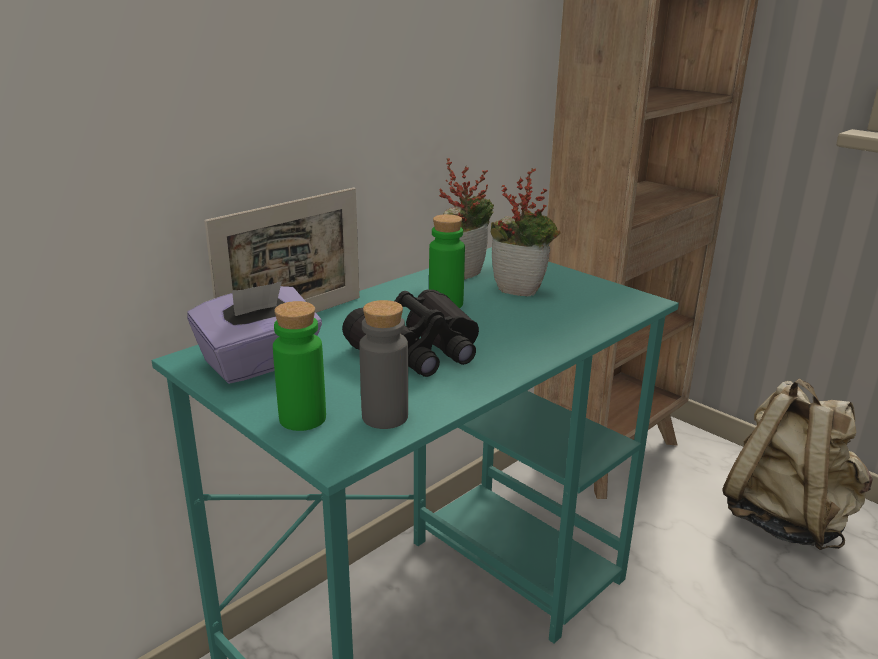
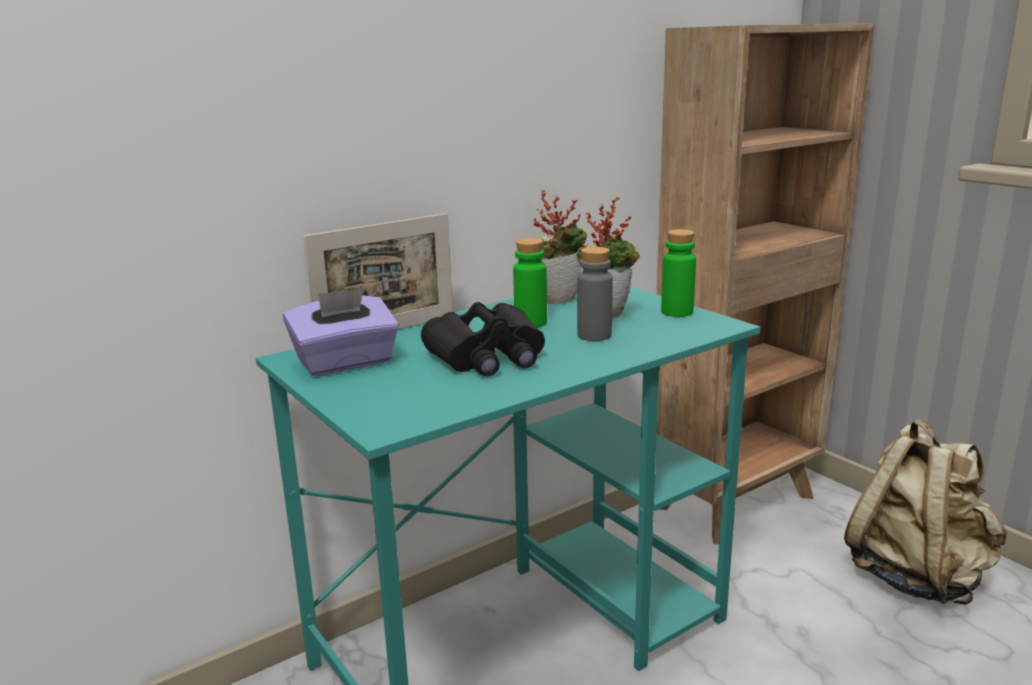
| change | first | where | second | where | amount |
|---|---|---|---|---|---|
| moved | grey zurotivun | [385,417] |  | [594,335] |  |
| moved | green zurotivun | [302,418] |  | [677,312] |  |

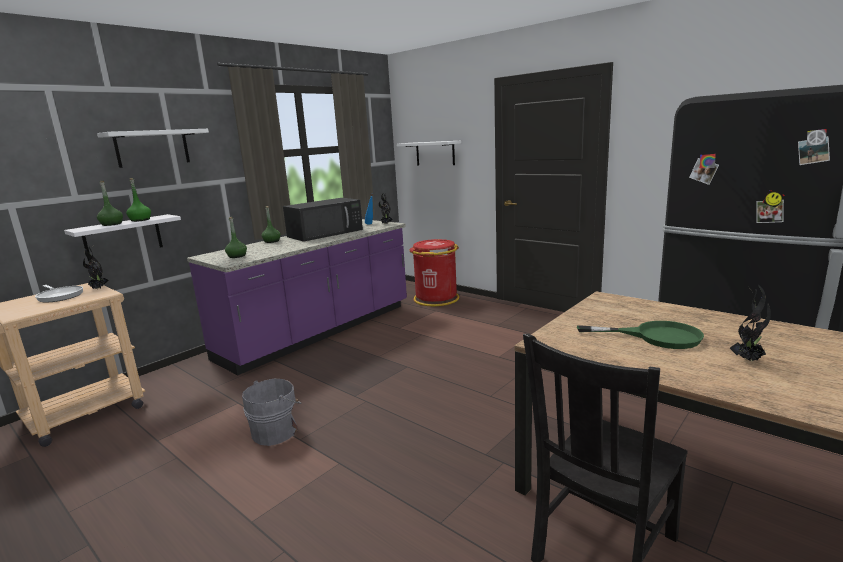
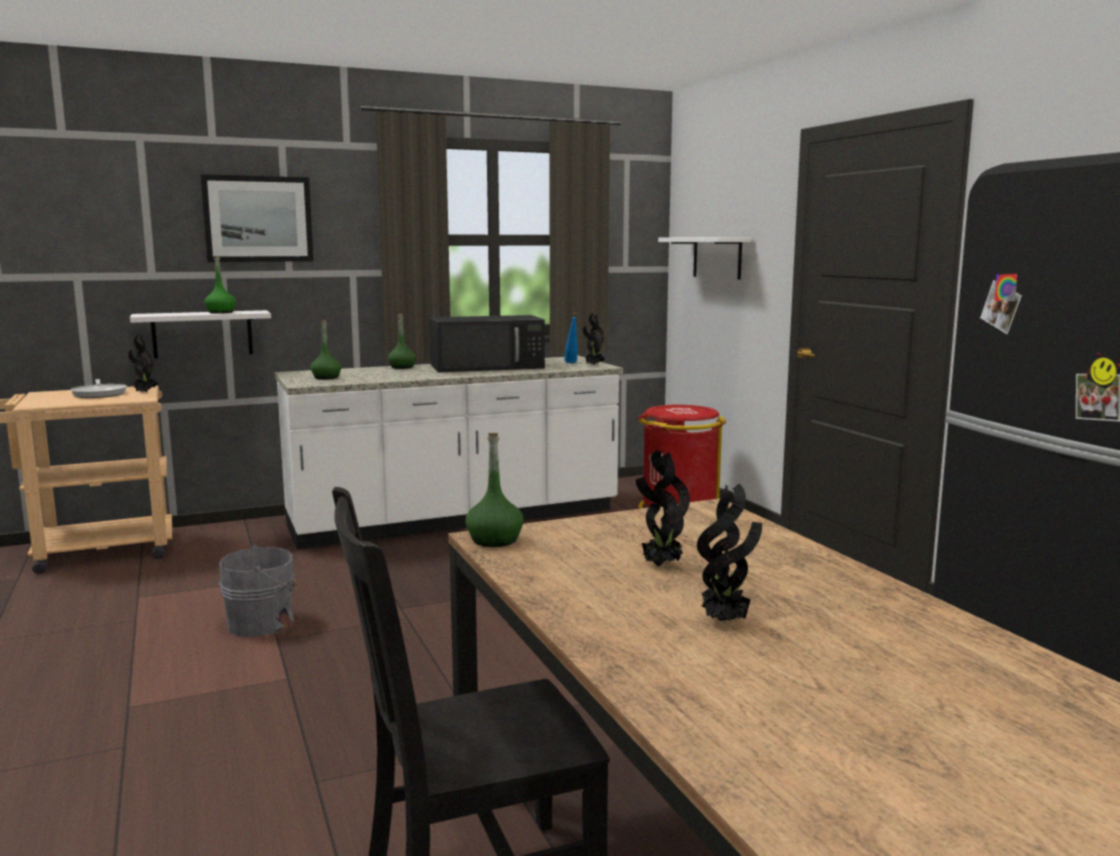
| change | first | where | second | where | amount |
|---|---|---|---|---|---|
| replaced | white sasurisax | [152,148] | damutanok | [258,219] |  |
| moved | green zurotivun | [111,224] |  | [494,540] |  |
| recoloured | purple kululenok | [319,331] | white kululenok | [455,519] |  |
| replaced | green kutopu | [655,336] | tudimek | [660,565] |  |

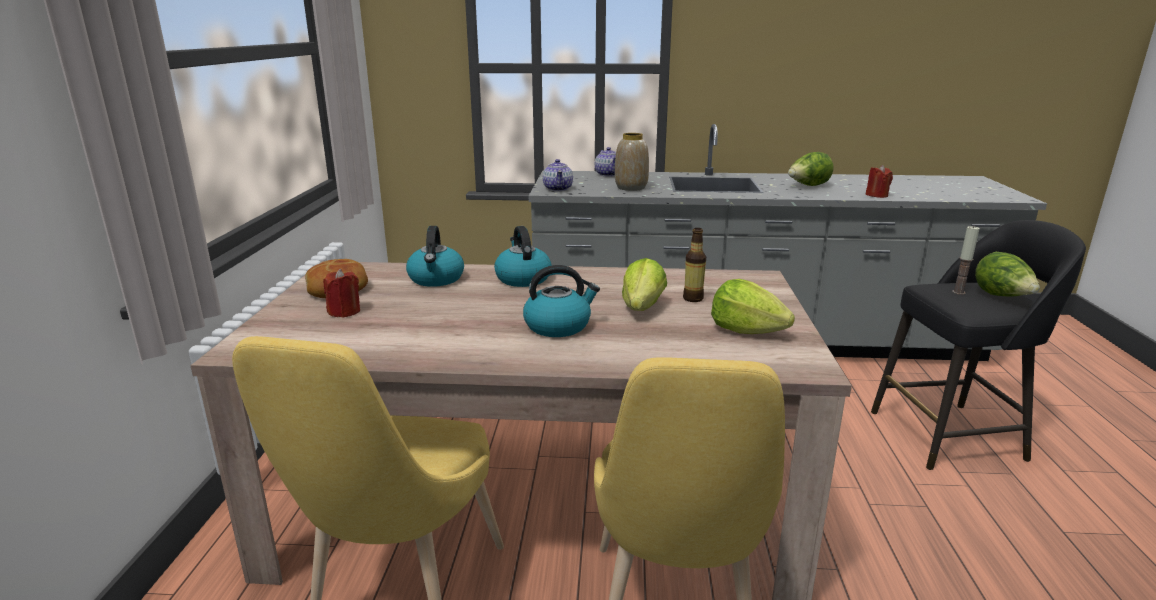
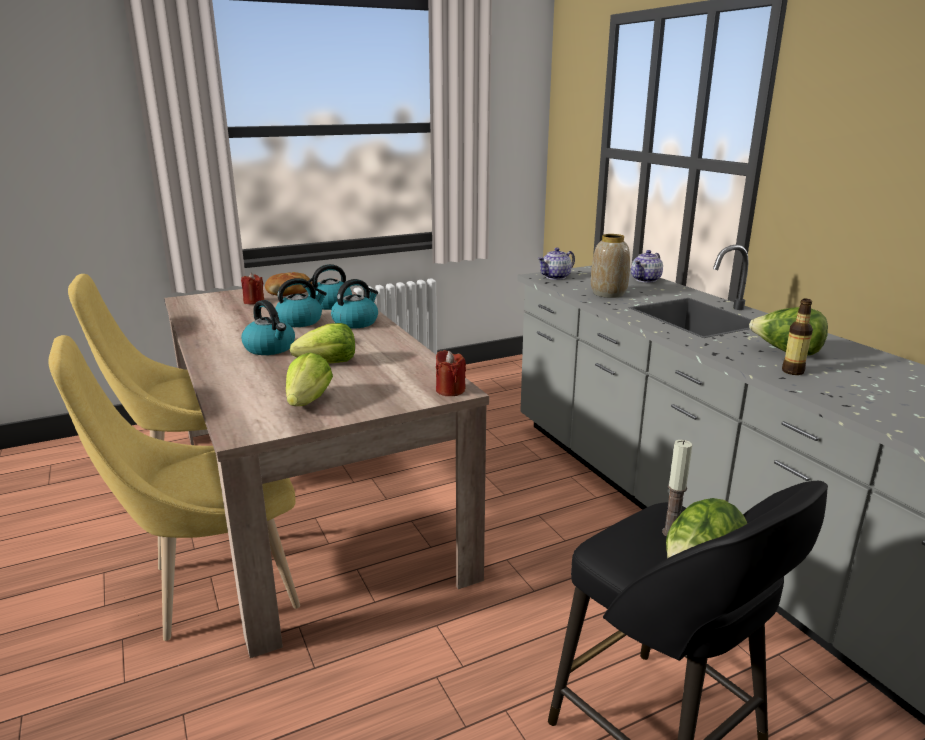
| change | first | where | second | where | amount |
|---|---|---|---|---|---|
| moved | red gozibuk | [876,195] |  | [450,390] |  |
| moved | zurotivun | [693,298] |  | [792,371] |  |
| added |  |  | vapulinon | [300,321] |  |

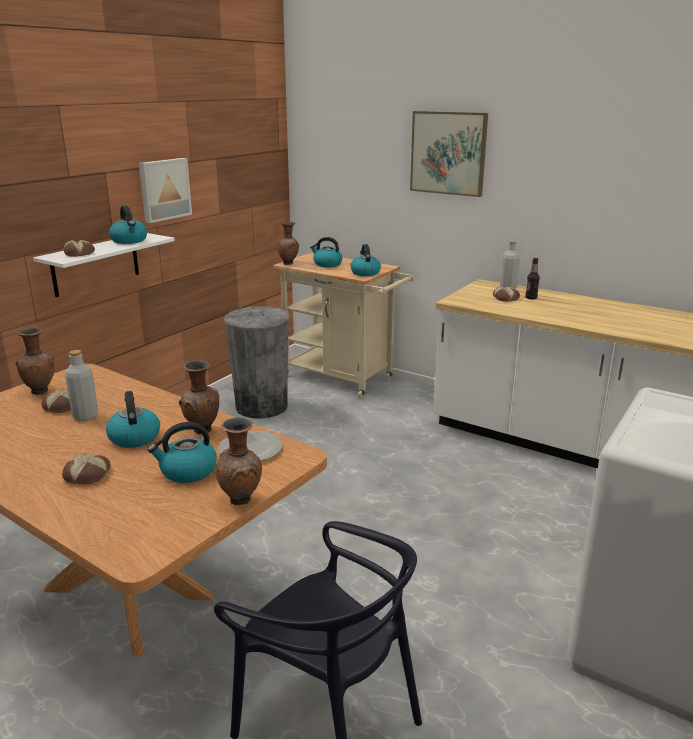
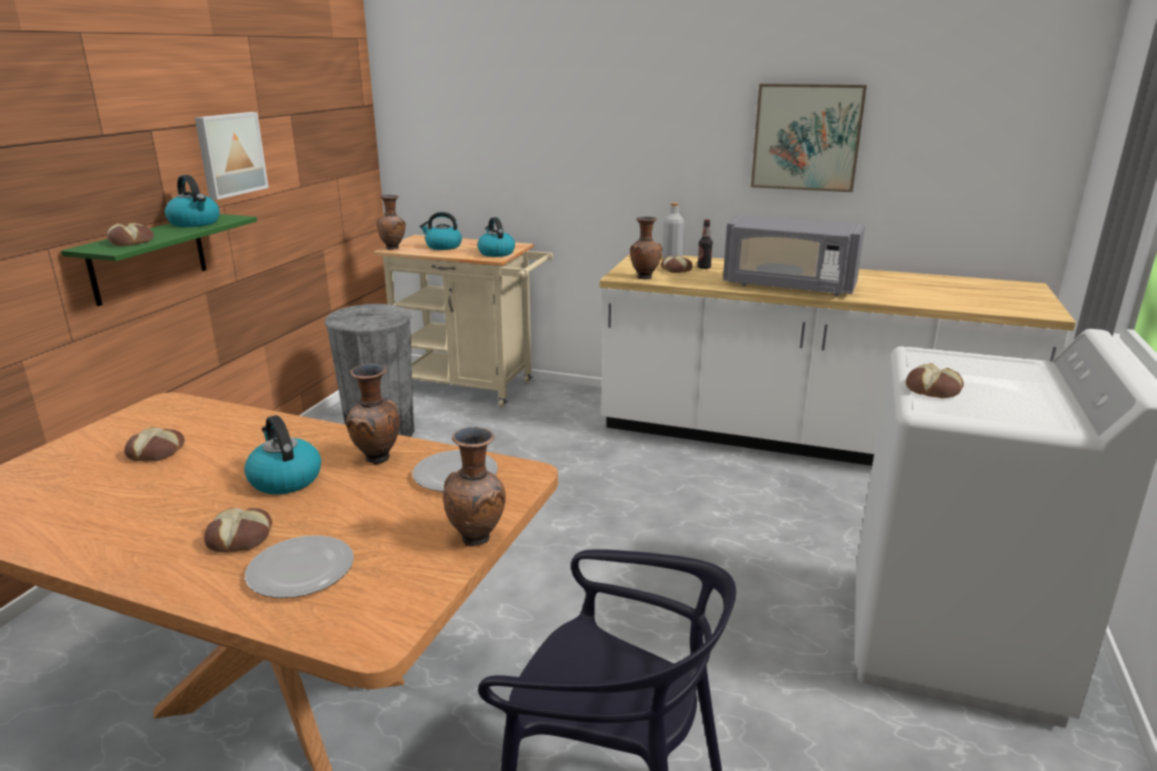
| change | first | where | second | where | amount |
|---|---|---|---|---|---|
| moved | damutanok | [448,153] |  | [806,137] |  |
| recoloured | white sasurisax | [96,264] | green sasurisax | [149,258] |  |
| moved | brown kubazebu | [41,391] |  | [644,277] |  |
| removed | grey zurotivun | [85,416] |  |  |  |
| removed | vapulinon | [187,471] |  |  |  |
| added |  |  | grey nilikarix | [788,287] |  |
| added |  |  | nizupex | [934,389] |  |
| added |  |  | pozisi | [301,569] |  |

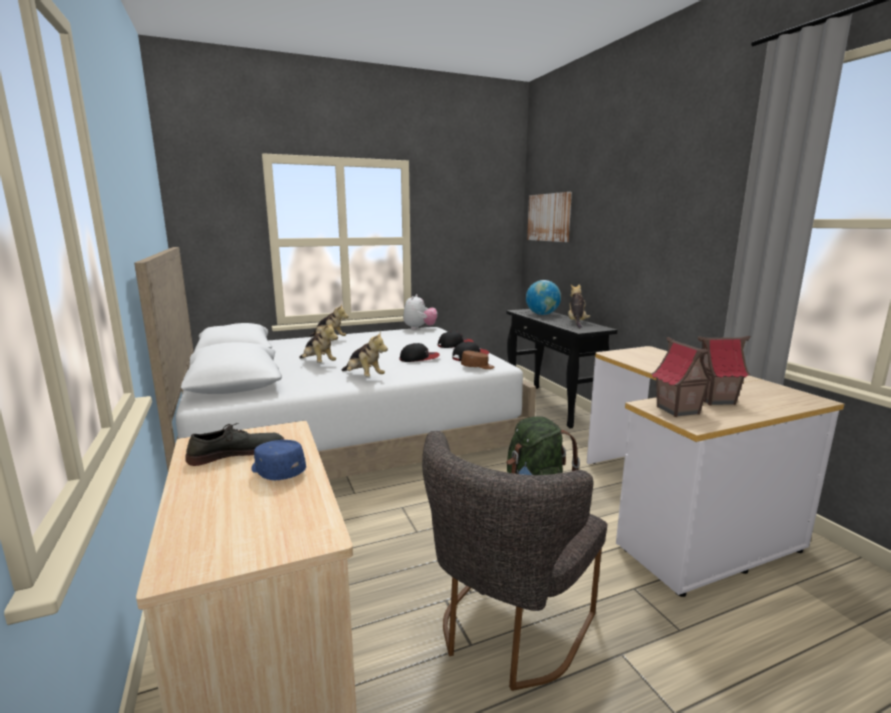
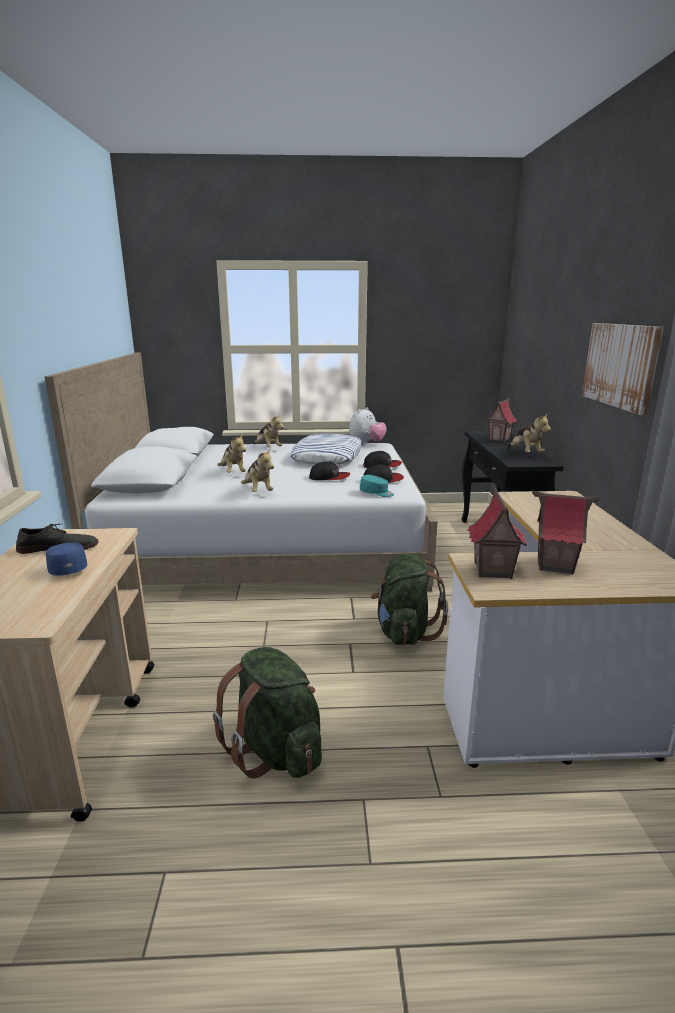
| change | first | where | second | where | amount |
|---|---|---|---|---|---|
| moved | damutanok | [549,217] |  | [620,365] |  |
| replaced | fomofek | [542,314] | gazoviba | [499,439] |  |
| turned | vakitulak | [576,323] |  | [525,453] | 135 degrees clockwise |
| recoloured | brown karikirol | [477,367] | turquoise karikirol | [376,493] |  |
| replaced | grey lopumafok | [507,631] | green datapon | [276,750] |  |
| added |  |  | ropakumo | [327,456] |  |

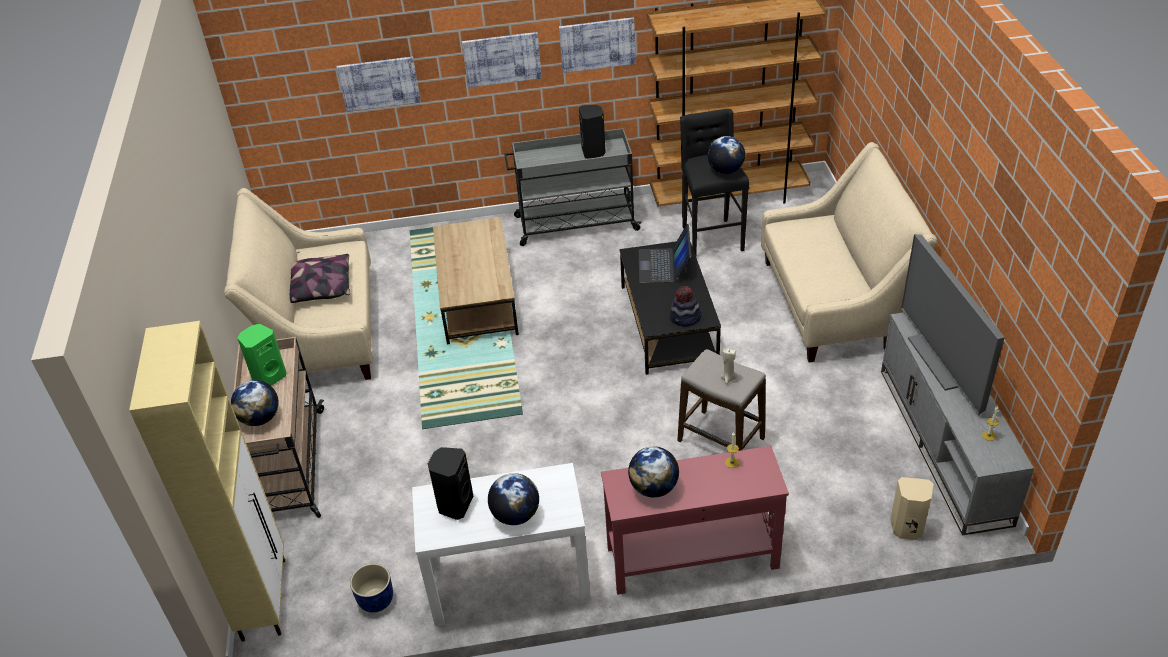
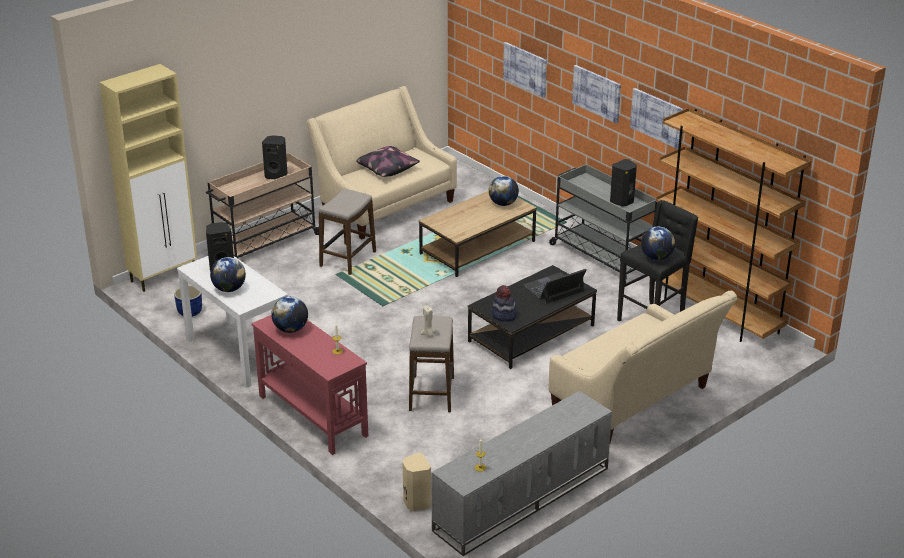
| change | first | where | second | where | amount |
|---|---|---|---|---|---|
| removed | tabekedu | [944,360] |  |  |  |
| recoloured | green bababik | [268,377] | black bababik | [277,176] |  |
| moved | fomofek | [260,418] |  | [503,204] |  |
| added |  |  | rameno | [347,259] |  |

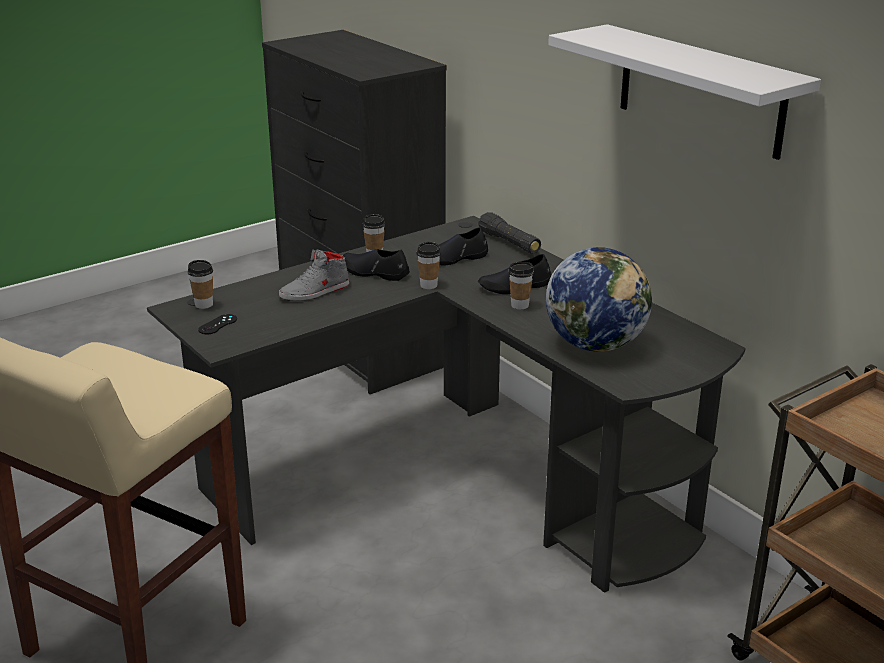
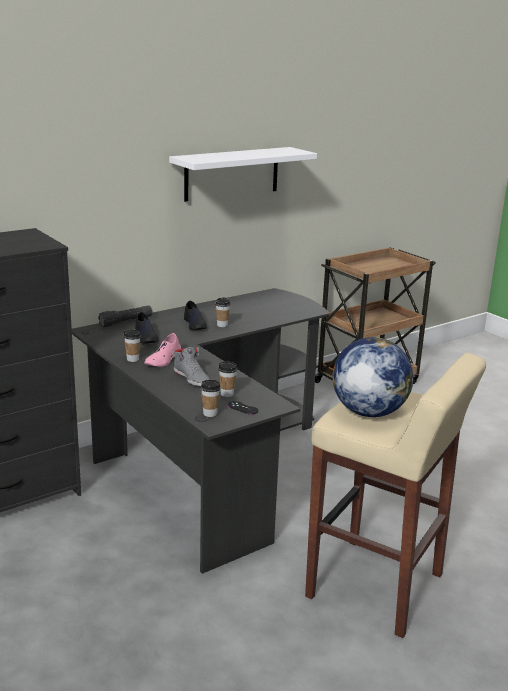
| change | first | where | second | where | amount |
|---|---|---|---|---|---|
| moved | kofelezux | [428,285] |  | [227,394] |  |
| moved | fomofek | [595,345] |  | [368,412] |  |
| recoloured | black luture | [374,272] | pink luture | [163,360] |  |

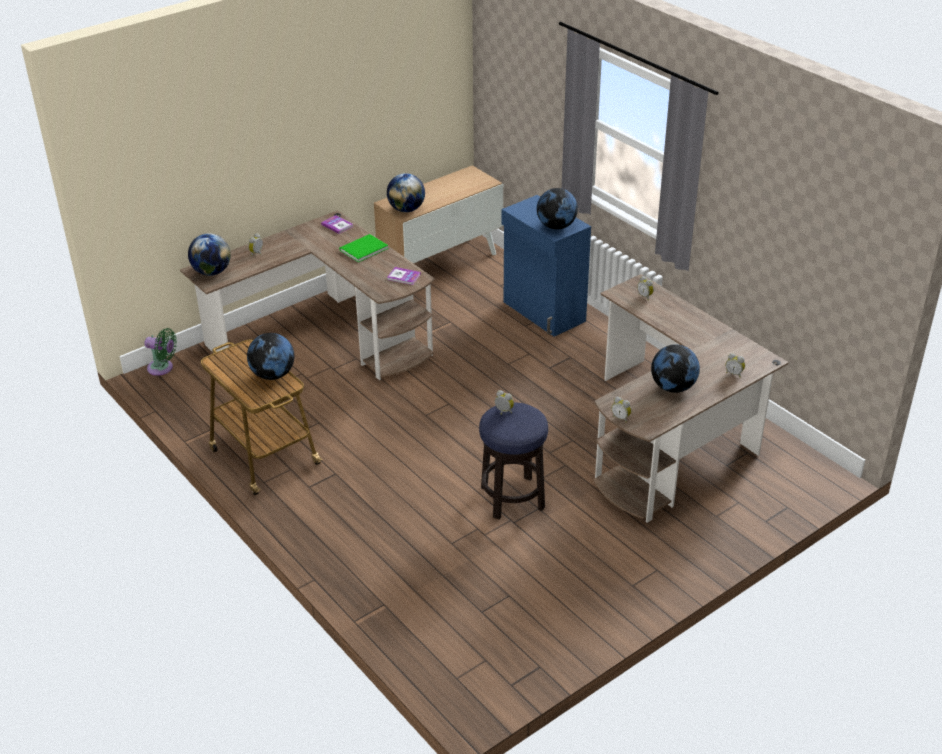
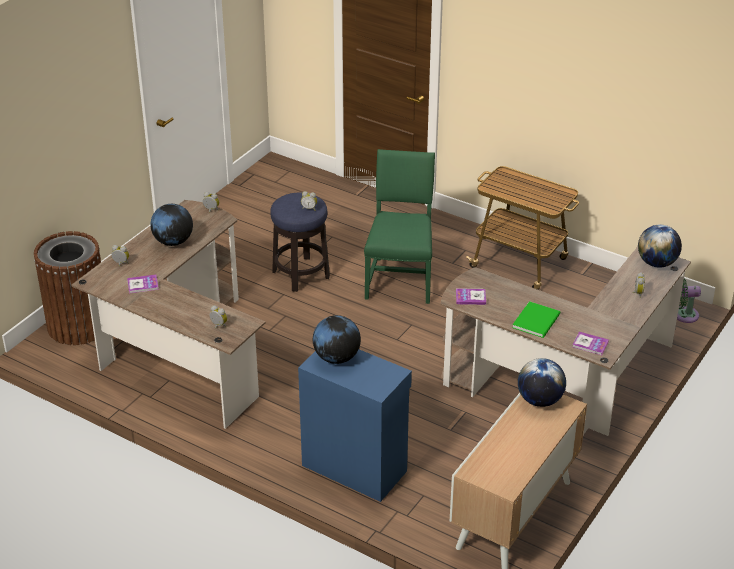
| change | first | where | second | where | amount |
|---|---|---|---|---|---|
| removed | fomofek | [273,375] |  |  |  |
| added |  |  | green lopumafok | [400,278] |  |
| added |  |  | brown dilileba | [78,325] |  |
| added |  |  | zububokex | [143,285] |  |

